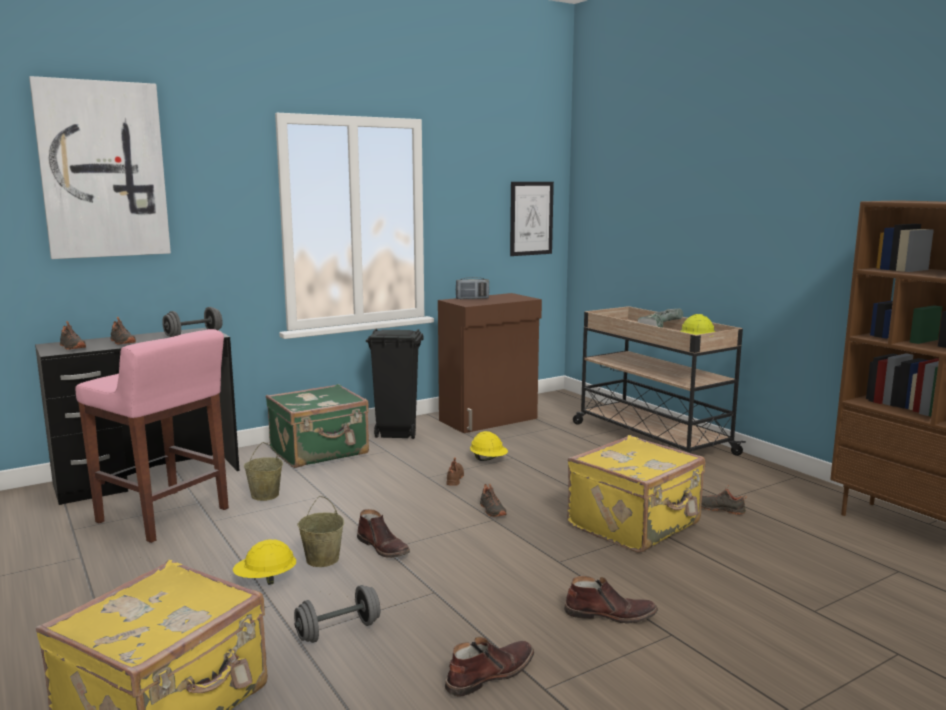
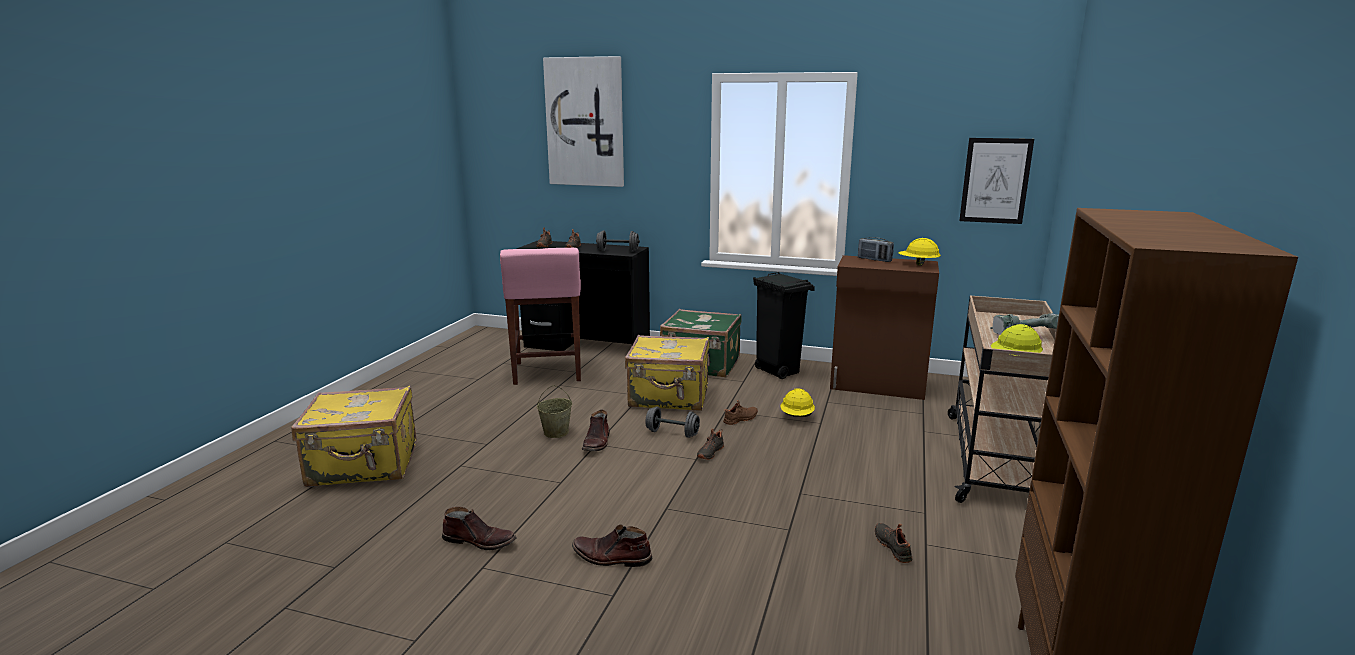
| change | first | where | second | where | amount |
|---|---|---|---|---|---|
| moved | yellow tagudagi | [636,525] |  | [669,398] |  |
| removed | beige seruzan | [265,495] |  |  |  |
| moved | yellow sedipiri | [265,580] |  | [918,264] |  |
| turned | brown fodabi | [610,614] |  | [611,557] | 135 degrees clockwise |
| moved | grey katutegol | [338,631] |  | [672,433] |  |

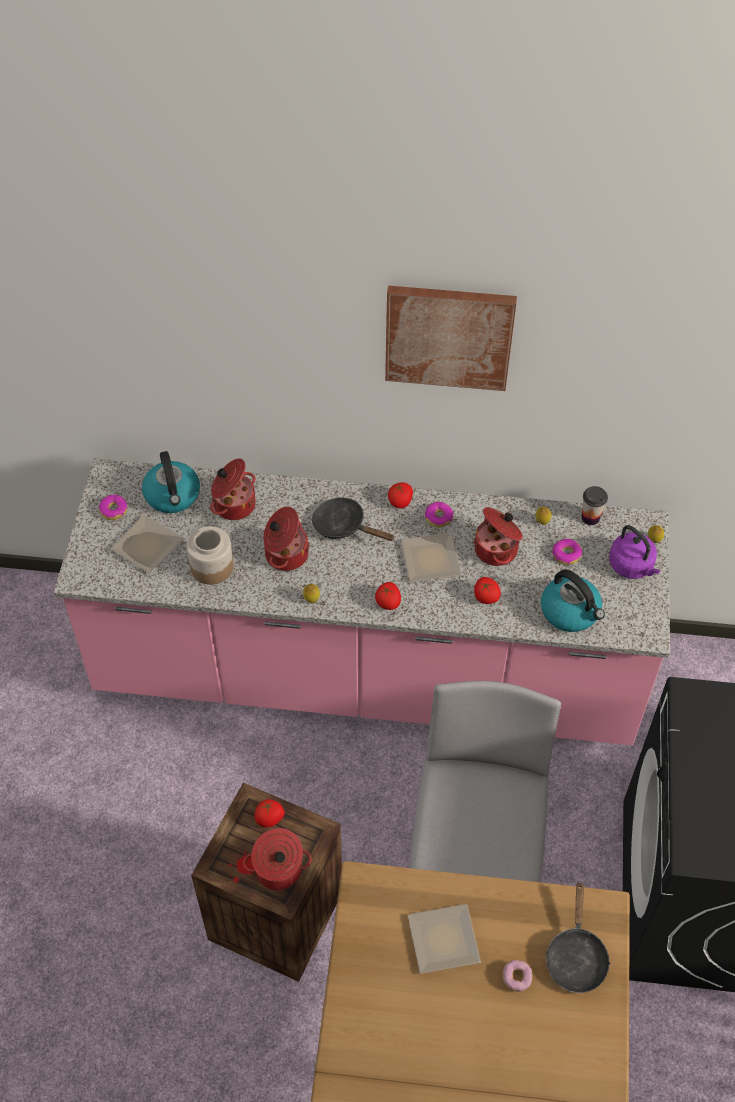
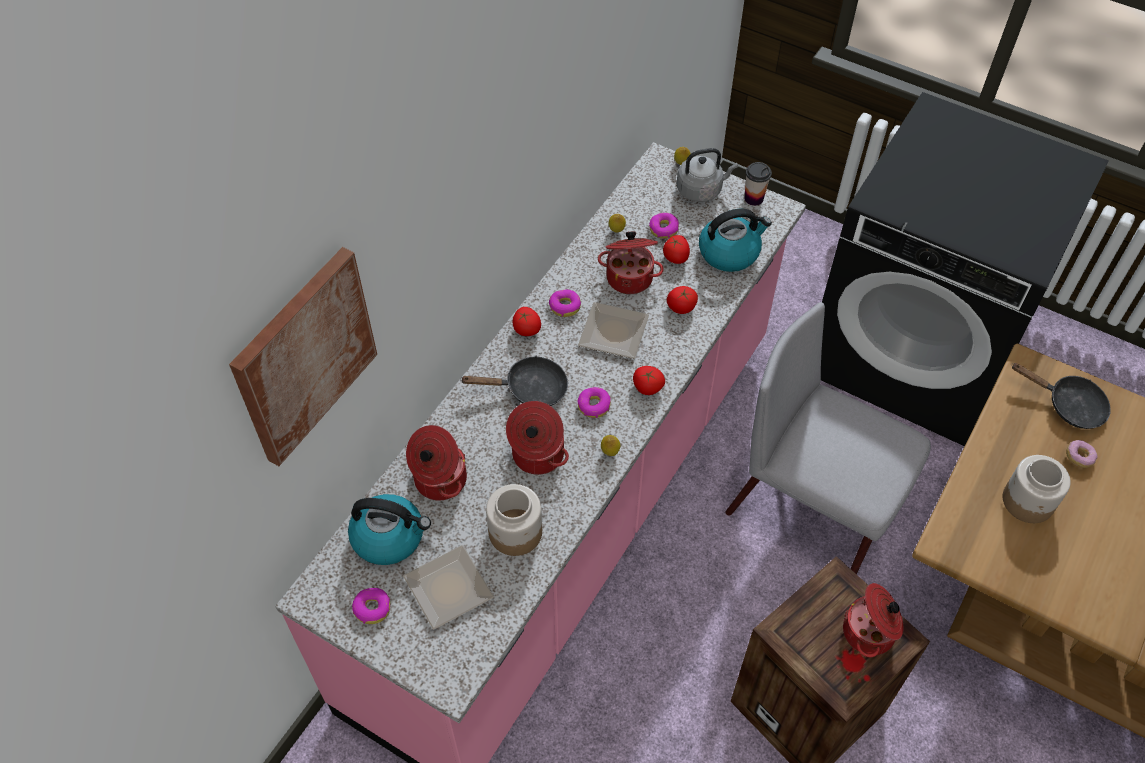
| change | first | where | second | where | amount |
|---|---|---|---|---|---|
| moved | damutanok | [449,336] |  | [304,356] |  |
| moved | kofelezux | [590,518] |  | [753,198] |  |
| turned | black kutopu | [344,526] |  | [529,389] | 150 degrees counterclockwise |
| recoloured | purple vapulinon | [632,566] | grey vapulinon | [701,190] |  |
| moved | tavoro | [270,818] |  | [675,257] |  |
| replaced | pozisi | [442,942] | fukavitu | [1028,501] |  |
| added |  |  | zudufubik | [593,406] |  |

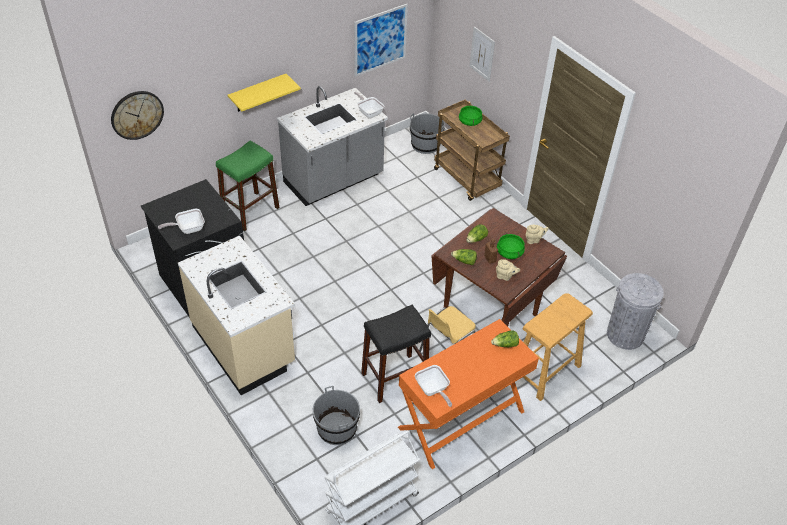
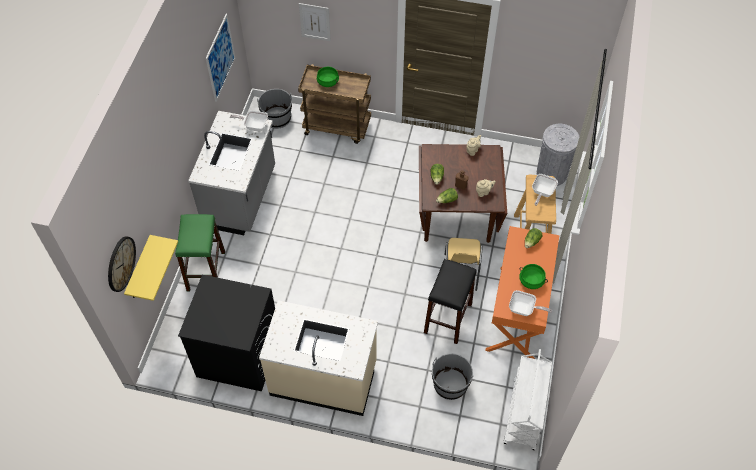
| change | first | where | second | where | amount |
|---|---|---|---|---|---|
| moved | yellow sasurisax | [258,93] |  | [139,270] |  |
| moved | kutopu | [188,229] |  | [542,193] |  |
| moved | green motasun | [510,253] |  | [531,280] |  |

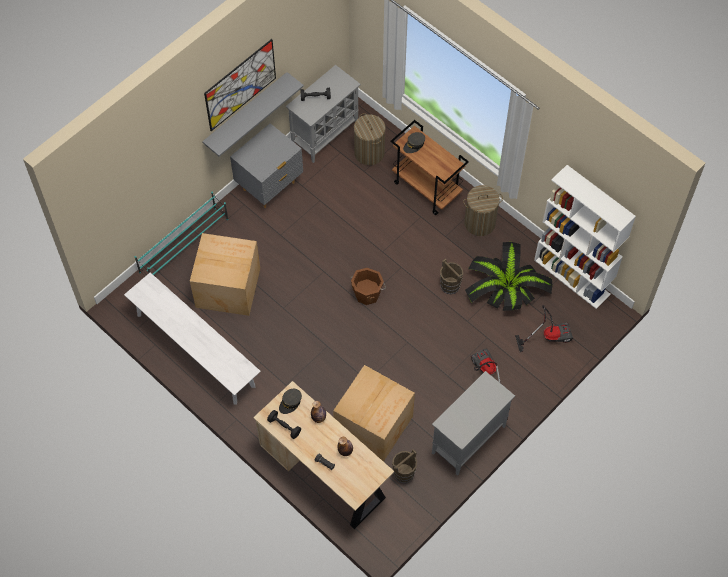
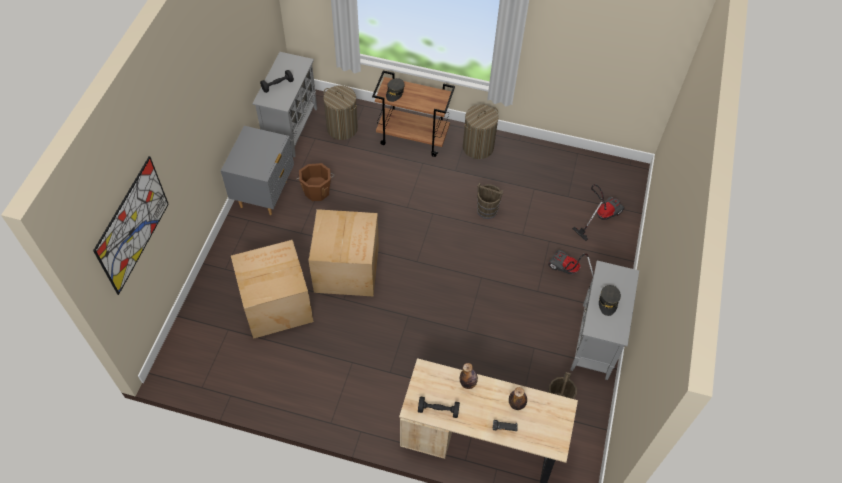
| change | first | where | second | where | amount |
|---|---|---|---|---|---|
| moved | damutanok | [240,85] |  | [133,225] |  |
| removed | grey sasurisax | [246,112] |  |  |  |
| removed | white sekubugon | [572,277] |  |  |  |
| removed | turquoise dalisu | [184,245] |  |  |  |
| removed | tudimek | [505,286] |  |  |  |
| moved | brown seruzan | [367,293] |  | [317,191] |  |
| removed | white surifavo | [195,350] |  |  |  |
| moved | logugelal | [375,424] |  | [347,268] |  |
| moved | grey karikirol | [290,403] |  | [608,302] |  |

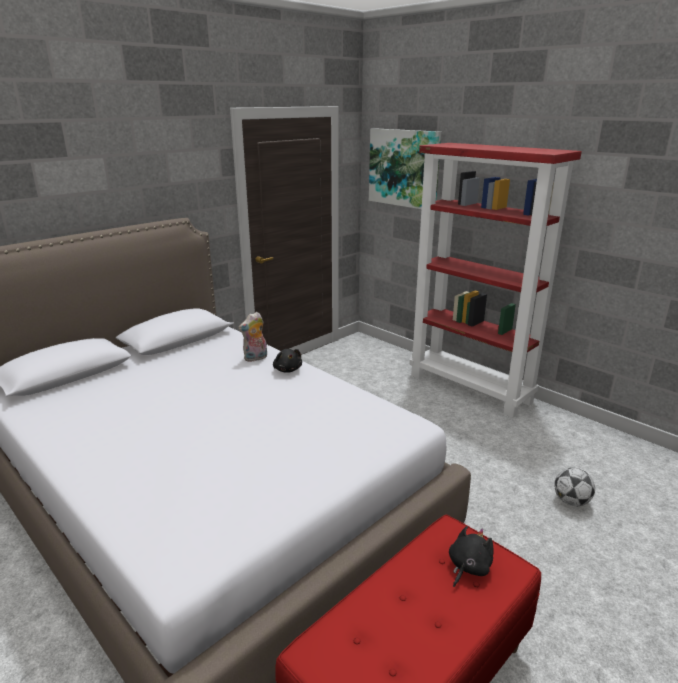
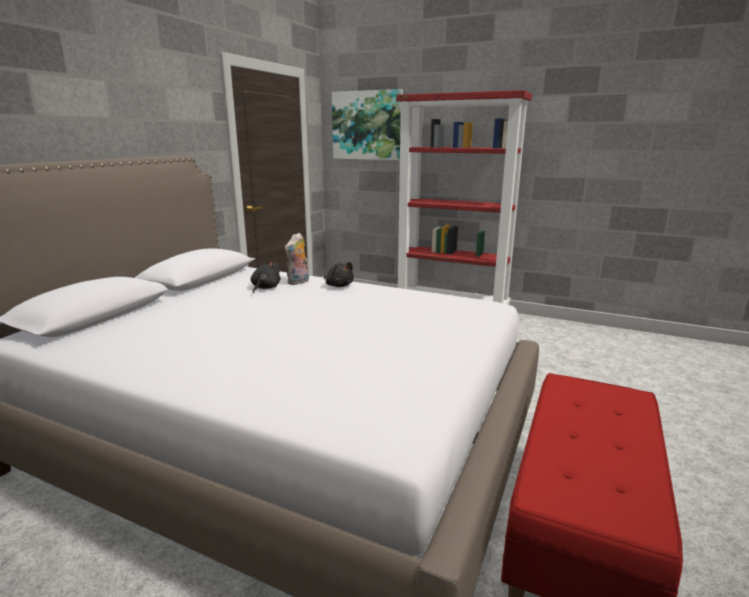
| change | first | where | second | where | amount |
|---|---|---|---|---|---|
| removed | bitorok | [571,501] |  |  |  |
| moved | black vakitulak | [468,567] |  | [265,288] |  |

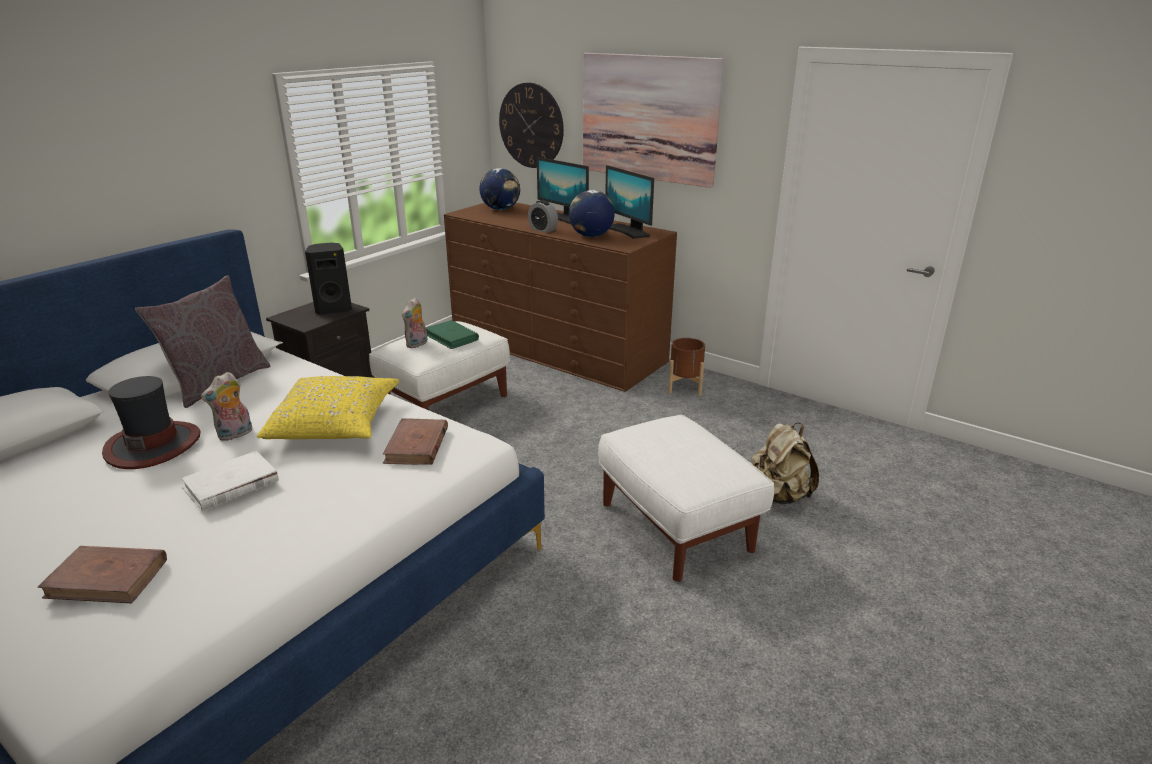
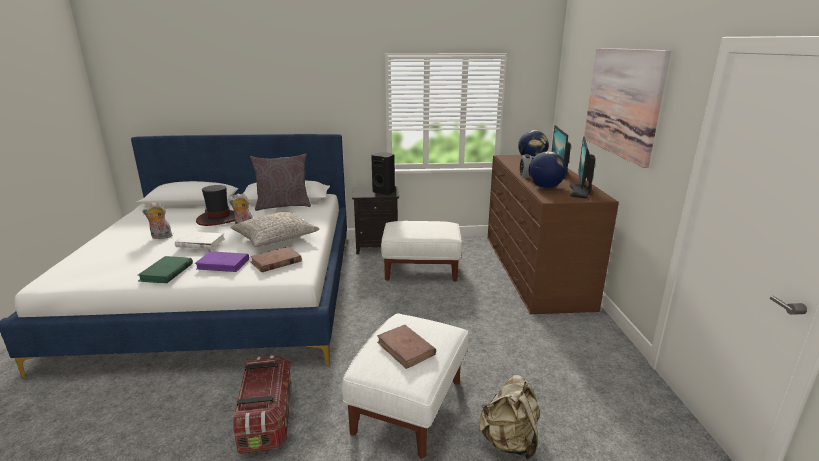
| change | first | where | second | where | amount |
|---|---|---|---|---|---|
| removed | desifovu | [531,125] |  |  |  |
| moved | vakitulak | [417,344] |  | [161,237] |  |
| moved | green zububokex | [452,337] |  | [166,272] |  |
| removed | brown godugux | [684,386] |  |  |  |
| recoloured | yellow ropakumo | [335,424] | grey ropakumo | [275,238] |  |
| moved | brown zububokex | [108,578] |  | [406,348] |  |
| added |  |  | purple zububokex | [223,264] |  |
| added |  |  | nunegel | [267,418] |  |

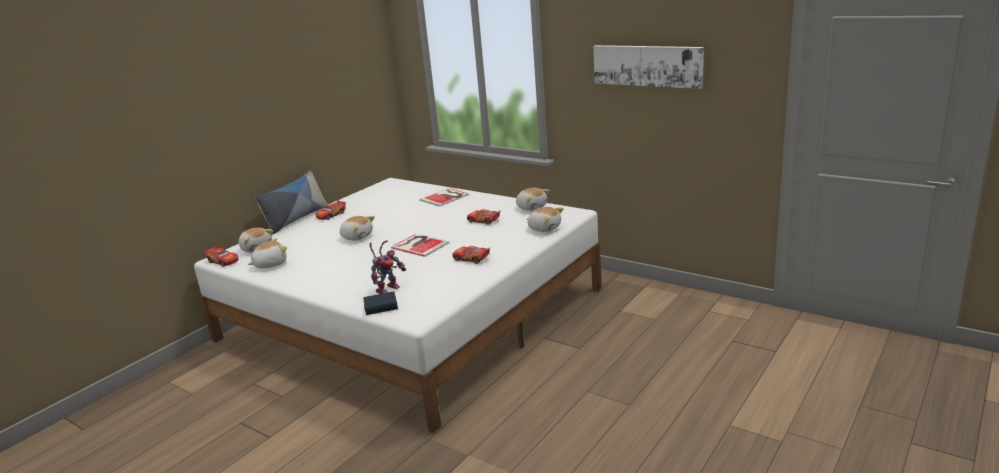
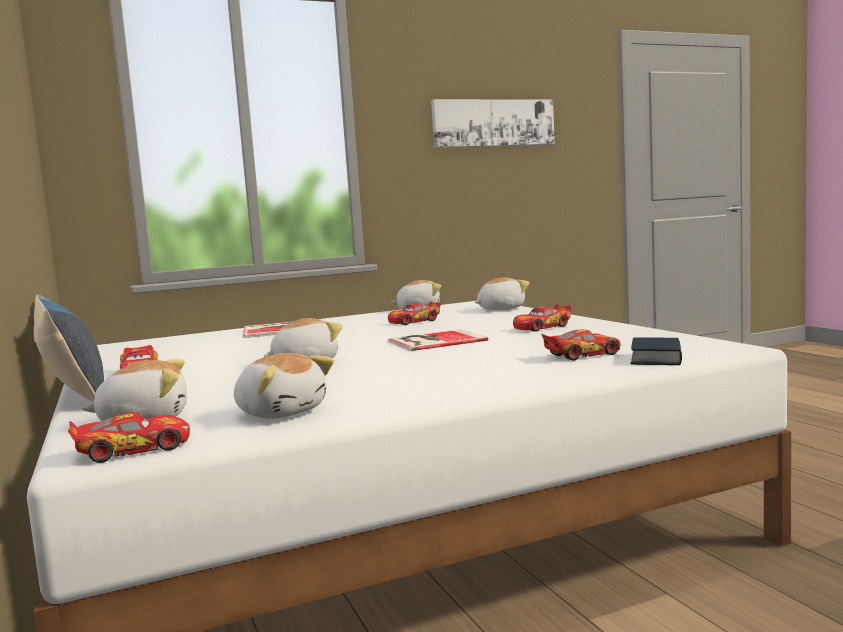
| change | first | where | second | where | amount |
|---|---|---|---|---|---|
| turned | vakitulak | [270,264] |  | [282,412] | 135 degrees clockwise |
| replaced | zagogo | [388,288] | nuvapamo | [582,355] |  |

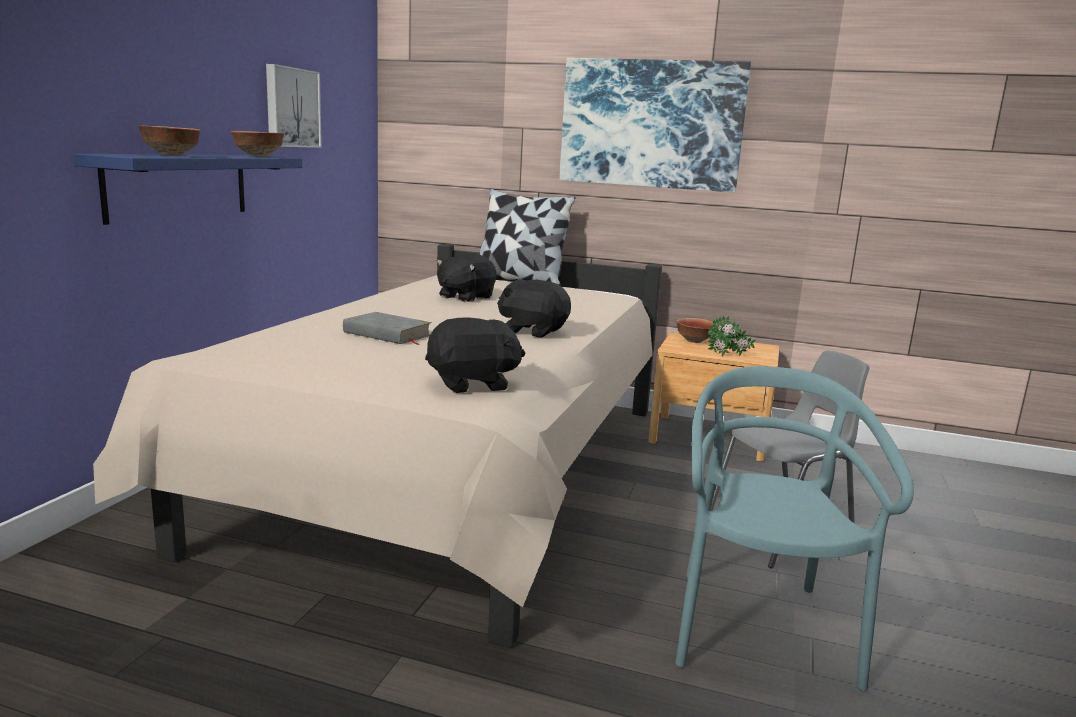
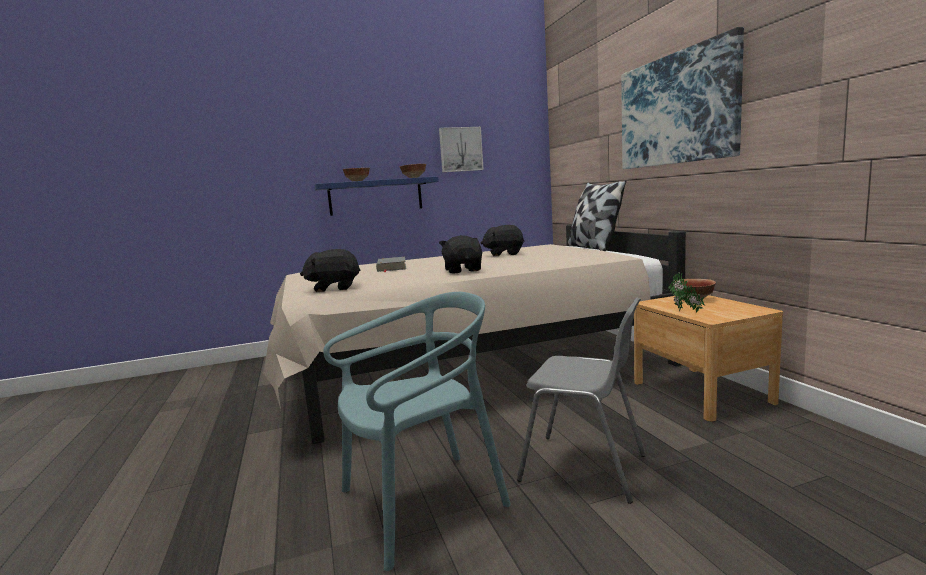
| change | first | where | second | where | amount |
|---|---|---|---|---|---|
| turned | black vakitulak | [472,384] |  | [334,288] | 135 degrees clockwise |

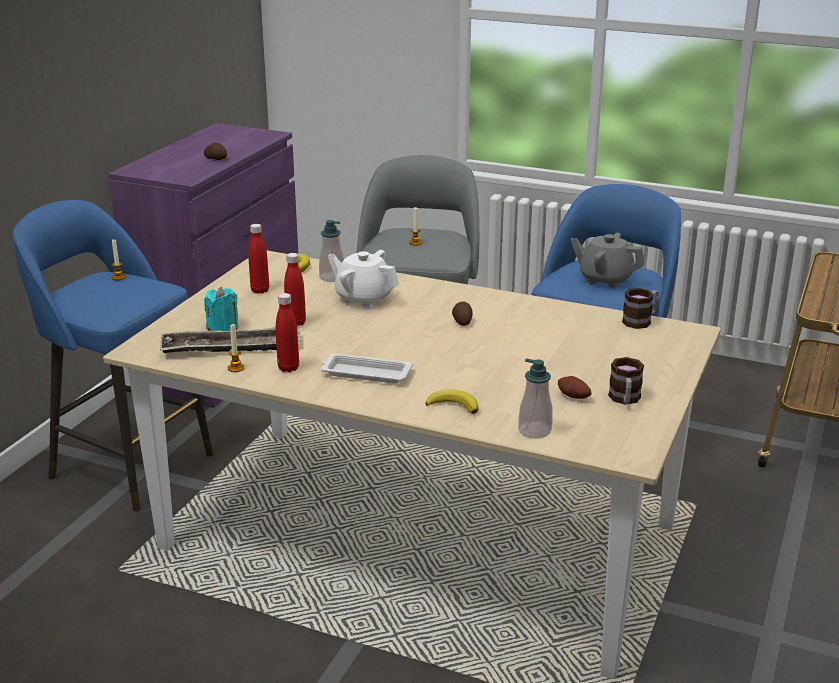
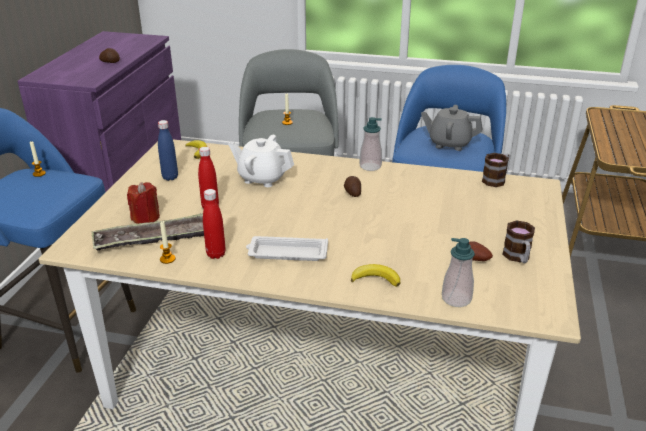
| change | first | where | second | where | amount |
|---|---|---|---|---|---|
| moved | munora | [332,277] |  | [370,166] |  |
| recoloured | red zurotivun | [260,290] | blue zurotivun | [170,177] |  |
| recoloured | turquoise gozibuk | [223,328] | red gozibuk | [146,217] |  |

